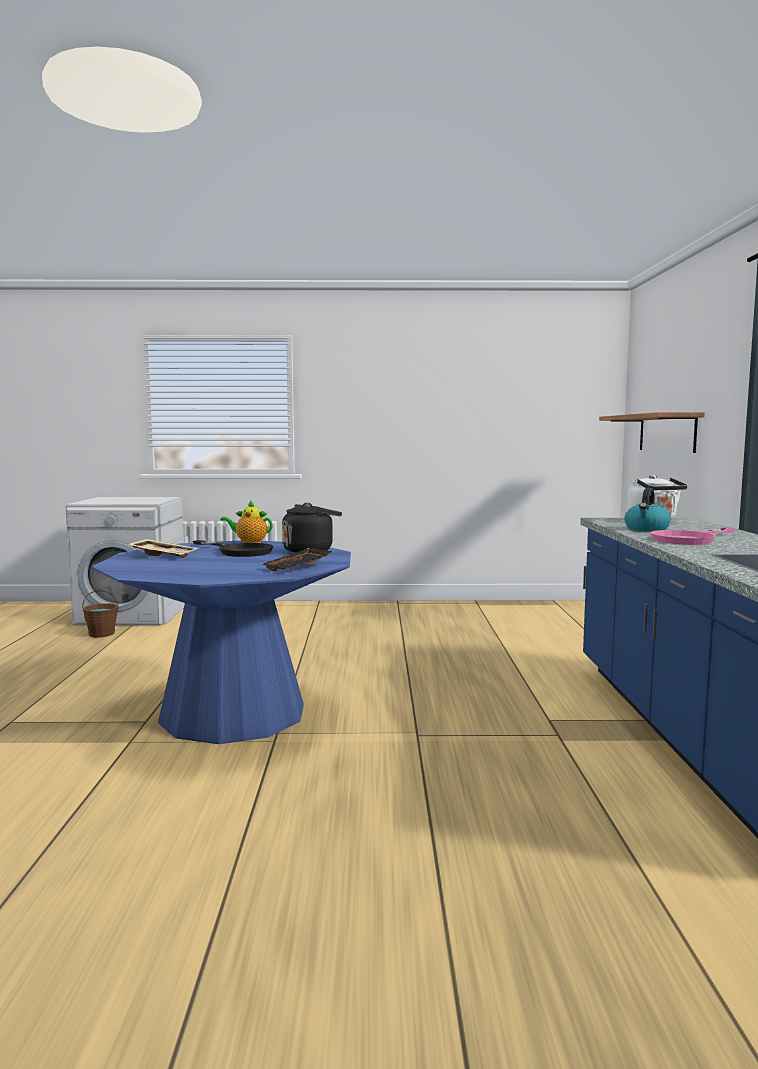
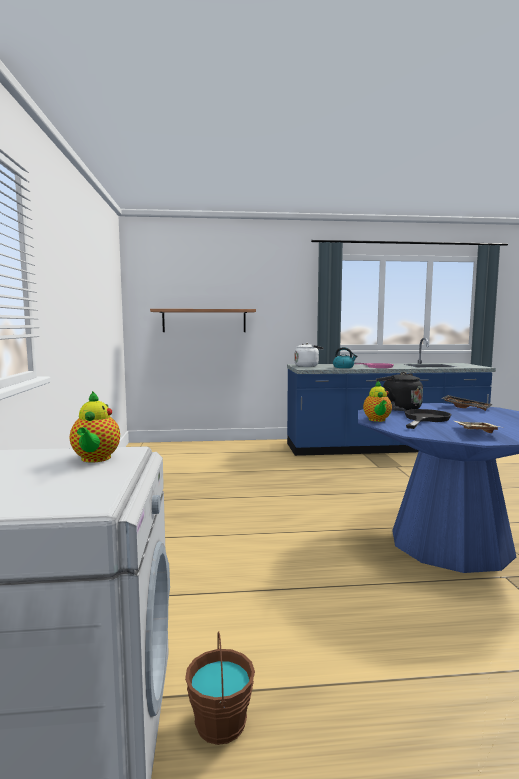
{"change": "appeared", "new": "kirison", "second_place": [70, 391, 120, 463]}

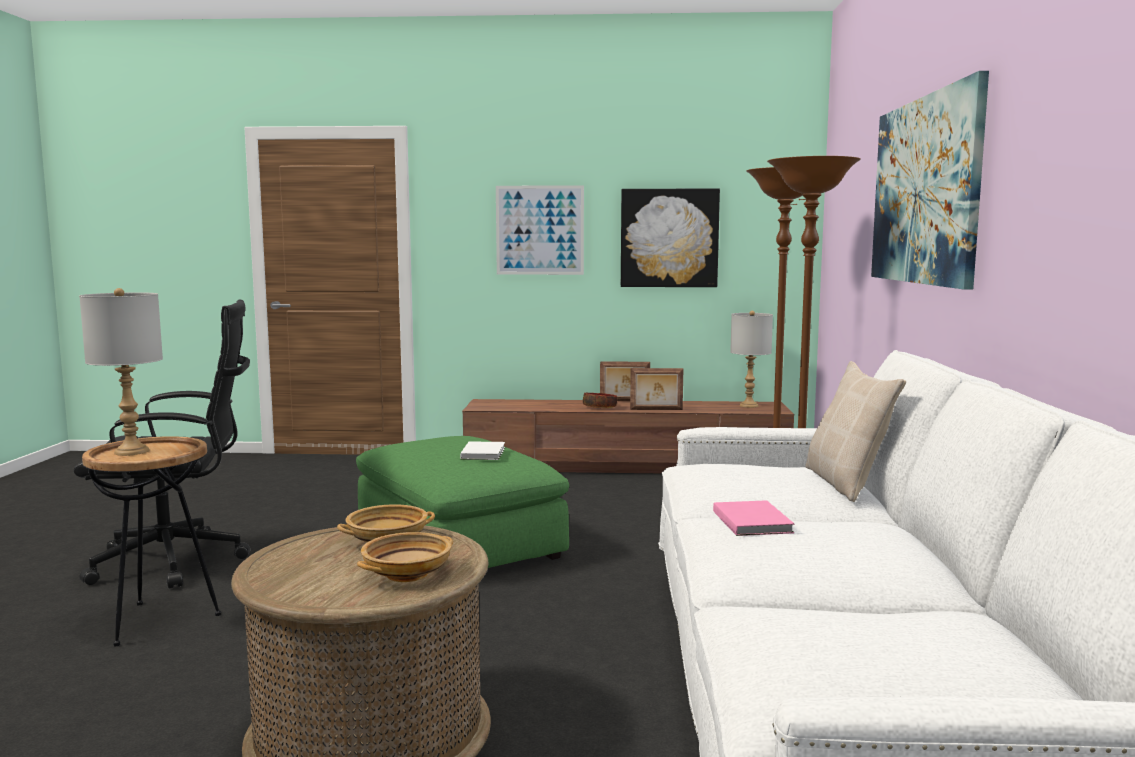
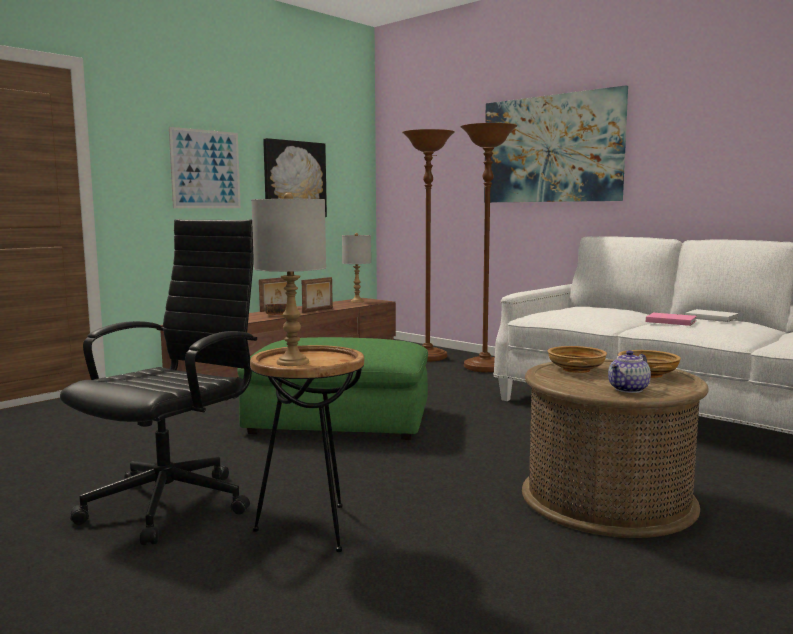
{"change": "relocated", "old": "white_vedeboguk", "first_place": [460, 441, 505, 460], "second_place": [685, 309, 738, 322]}
{"change": "missing", "old": "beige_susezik", "first_place": [805, 361, 906, 502]}
{"change": "appeared", "new": "kirison", "second_place": [608, 350, 651, 393]}

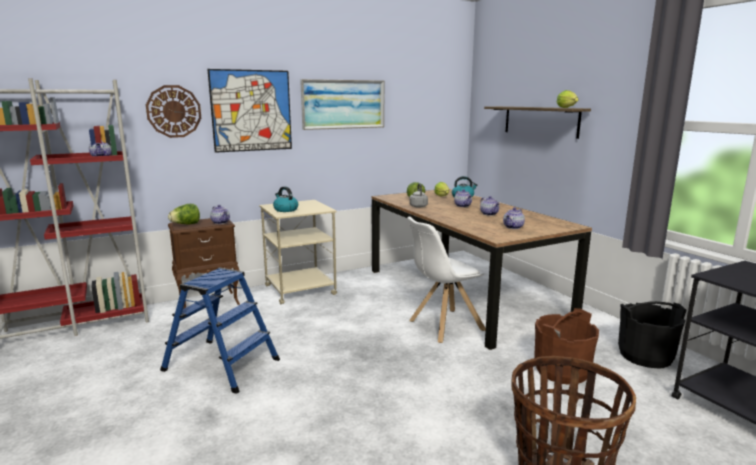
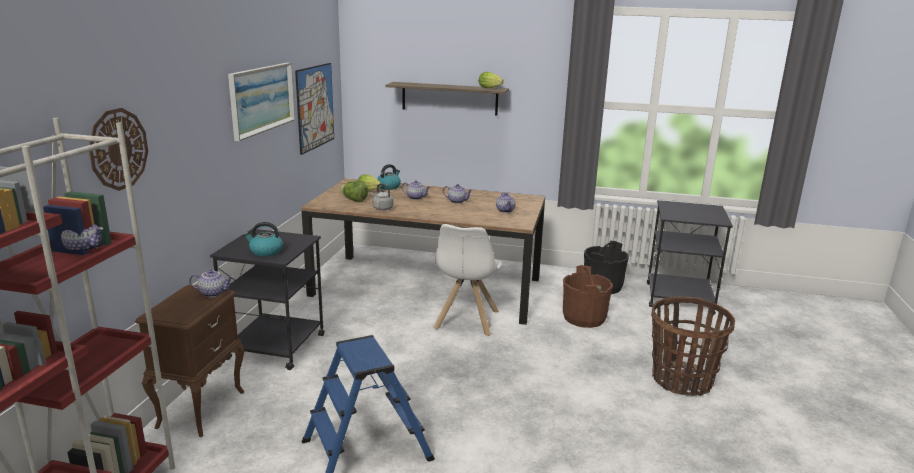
{"change": "missing", "old": "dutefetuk", "first_place": [168, 204, 200, 224]}
{"change": "relocated", "old": "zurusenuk", "first_place": [207, 69, 292, 153], "second_place": [295, 63, 334, 155]}
{"change": "colour", "old": "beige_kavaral", "new": "black_kavaral", "first_place": [259, 200, 337, 304], "second_place": [210, 229, 325, 370]}

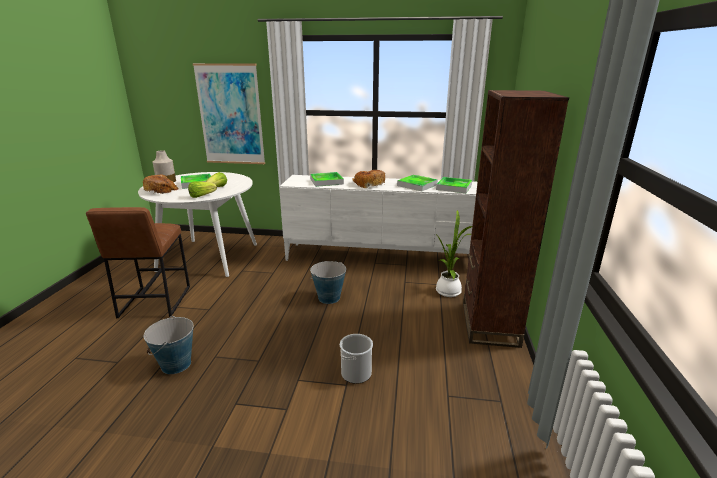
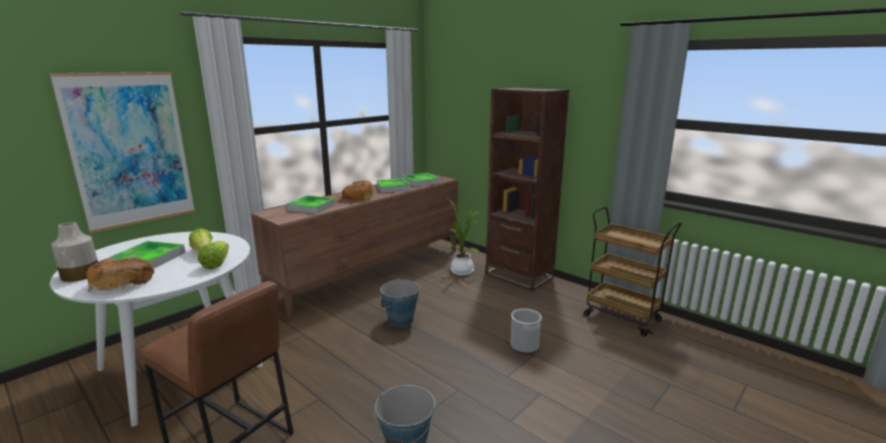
{"change": "colour", "old": "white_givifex", "new": "brown_givifex", "first_place": [279, 175, 478, 261], "second_place": [251, 174, 458, 320]}
{"change": "appeared", "new": "brown_kavaral", "second_place": [584, 207, 682, 337]}

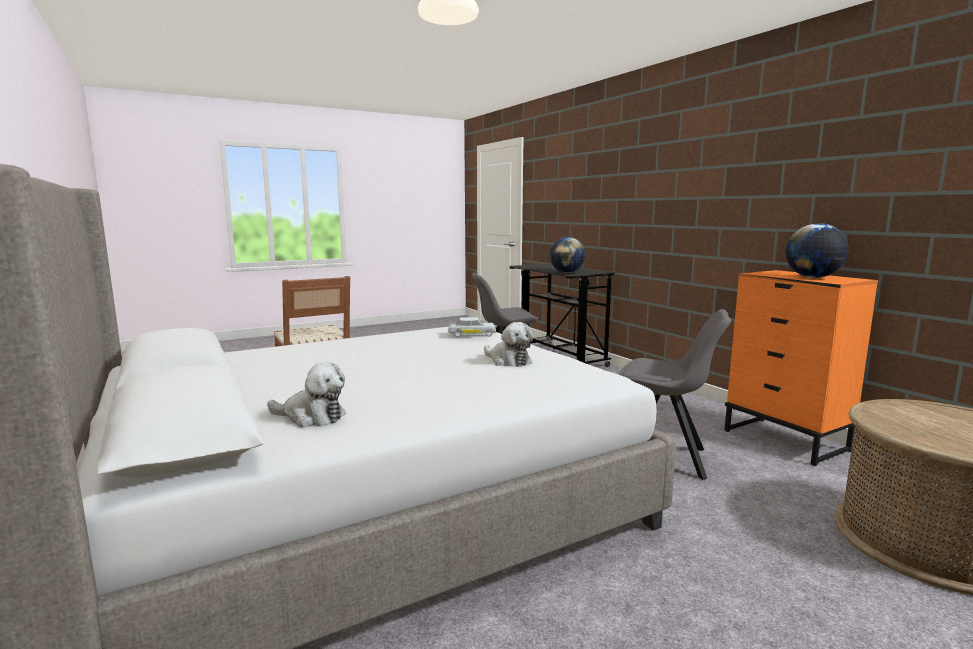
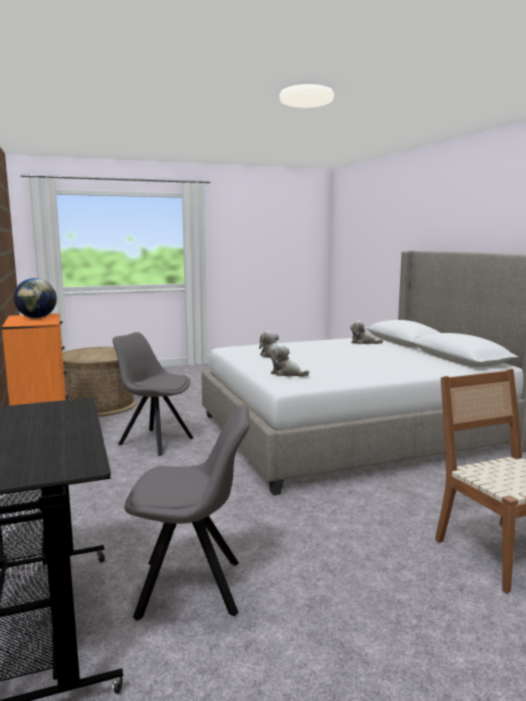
{"change": "exchanged", "old": "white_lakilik", "new": "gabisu", "first_place": [448, 317, 496, 337], "second_place": [270, 345, 309, 377]}
{"change": "missing", "old": "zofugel", "first_place": [550, 237, 585, 273]}

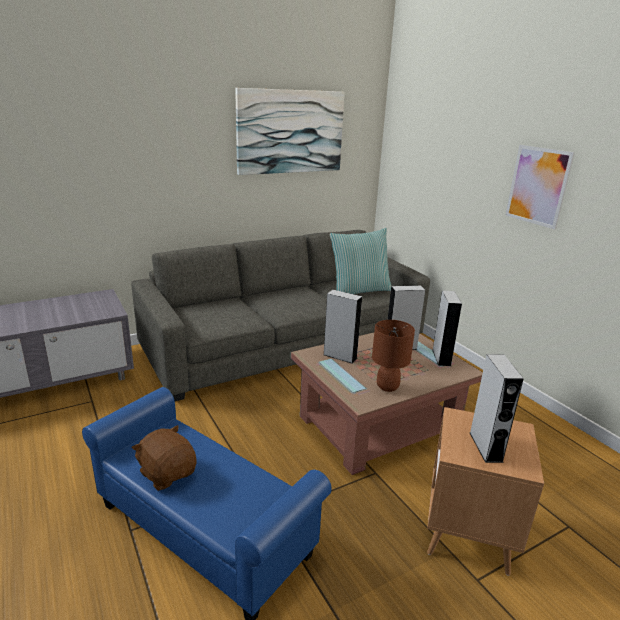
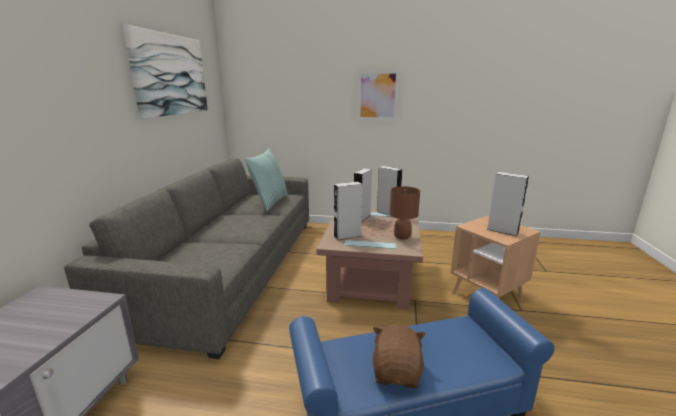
{"change": "spun", "old": "brown_gabisu", "first_place": [132, 425, 196, 491], "second_place": [373, 325, 425, 388], "degrees": 105}

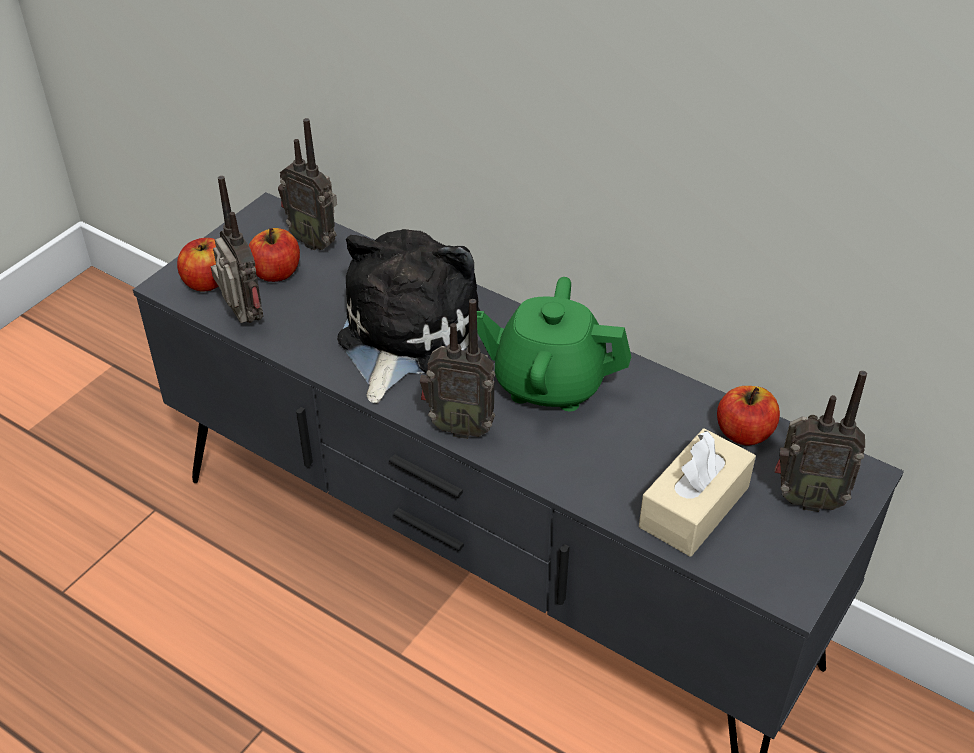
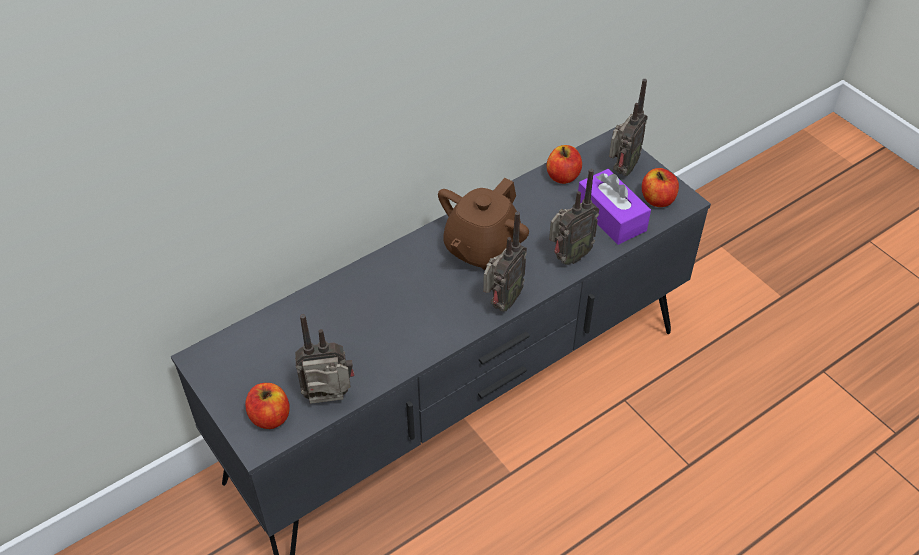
{"change": "relocated", "old": "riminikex", "first_place": [249, 228, 300, 282], "second_place": [642, 168, 679, 207]}
{"change": "relocated", "old": "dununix", "first_place": [278, 118, 337, 251], "second_place": [549, 169, 599, 265]}
{"change": "missing", "old": "gabisu", "first_place": [337, 229, 480, 403]}
{"change": "colour", "old": "green_kirison", "new": "brown_kirison", "first_place": [477, 277, 631, 411], "second_place": [438, 178, 529, 270]}
{"change": "colour", "old": "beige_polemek", "new": "purple_polemek", "first_place": [639, 428, 756, 556], "second_place": [578, 169, 651, 245]}

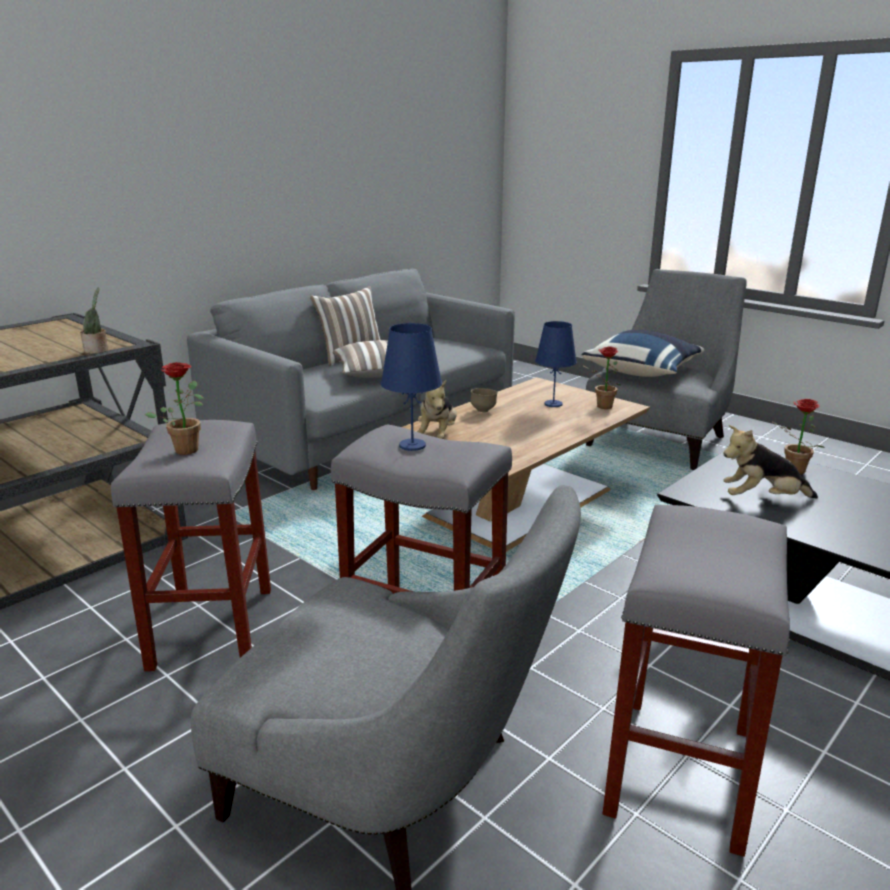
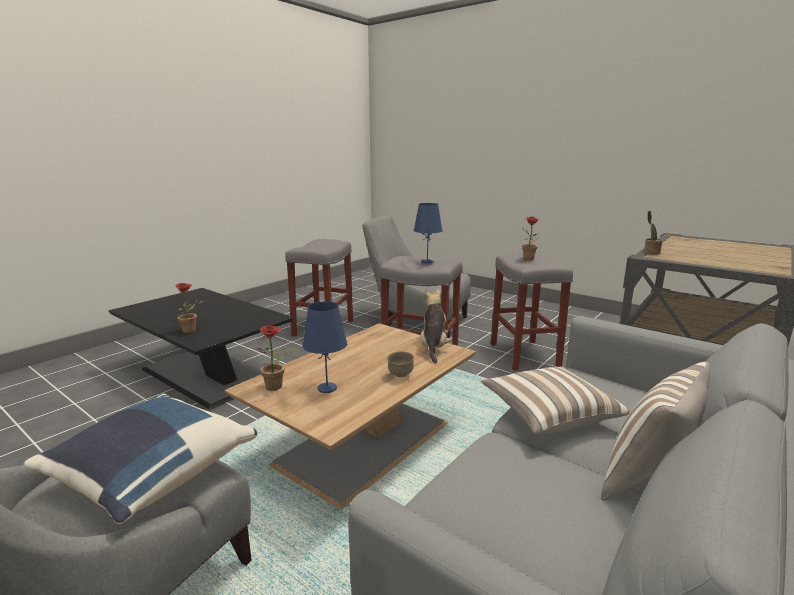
{"change": "missing", "old": "gabisu", "first_place": [723, 425, 818, 499]}

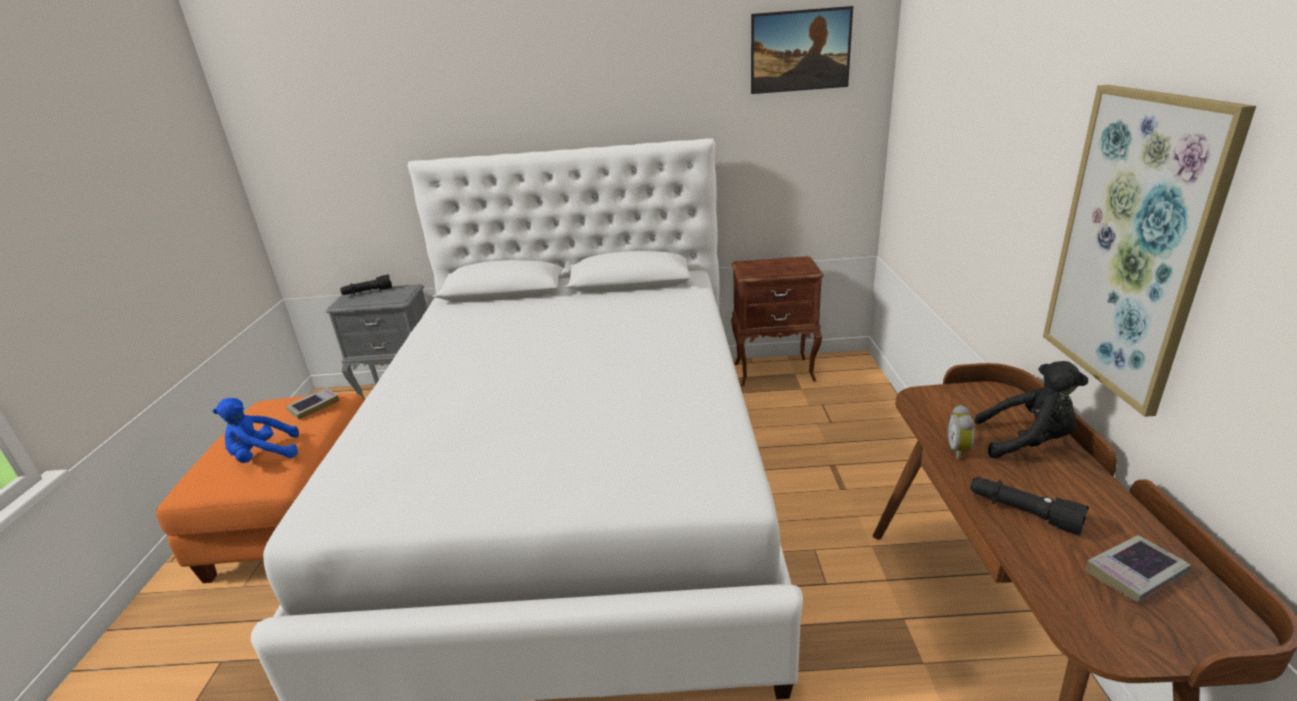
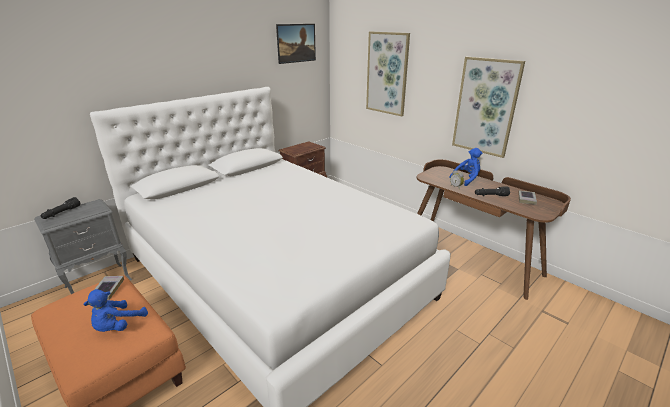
{"change": "colour", "old": "black_gabisu", "new": "blue_gabisu", "first_place": [974, 361, 1088, 459], "second_place": [449, 148, 482, 186]}
{"change": "appeared", "new": "zurusenuk", "second_place": [366, 32, 410, 116]}

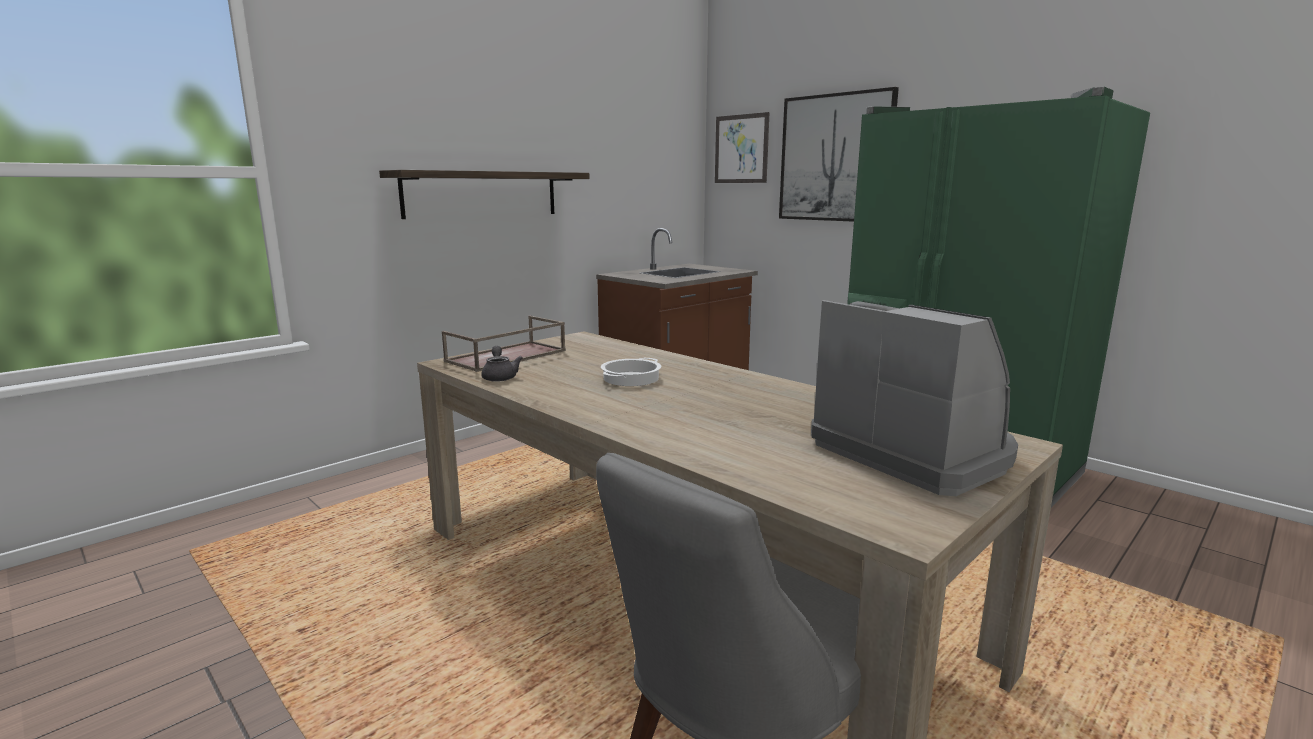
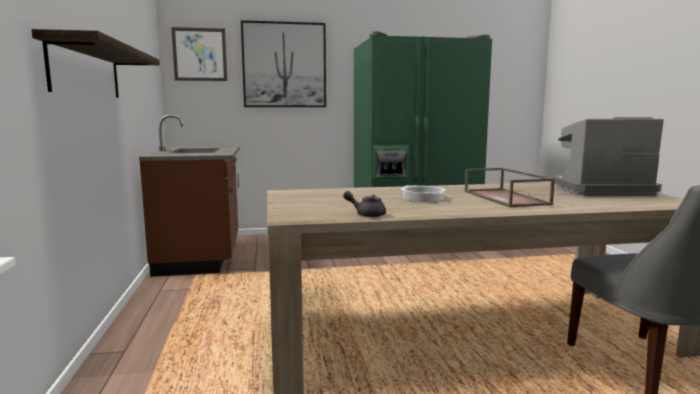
{"change": "relocated", "old": "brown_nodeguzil", "first_place": [442, 316, 566, 372], "second_place": [465, 168, 555, 208]}

